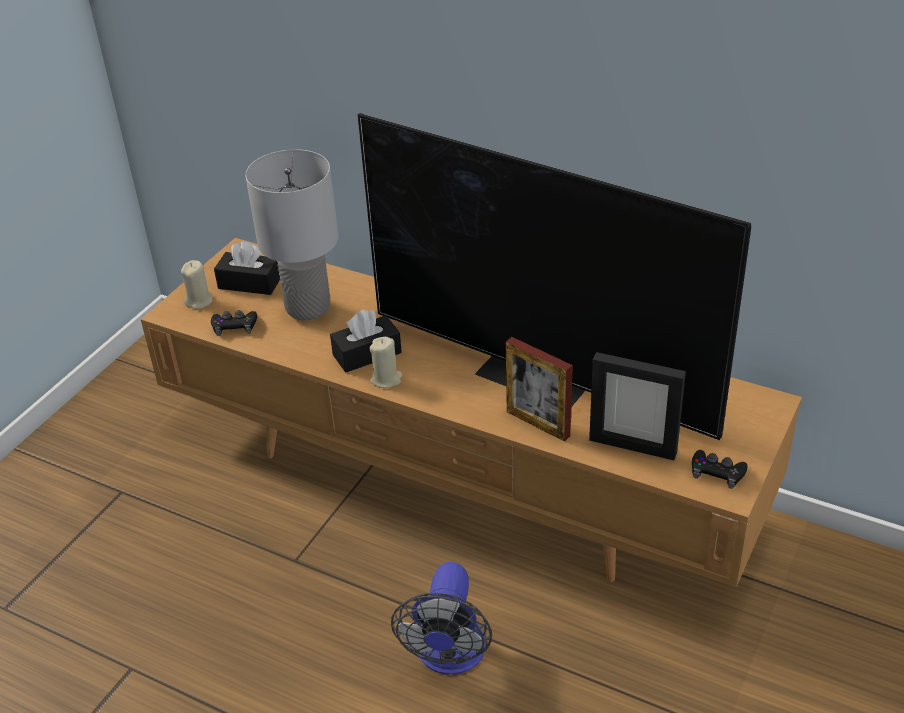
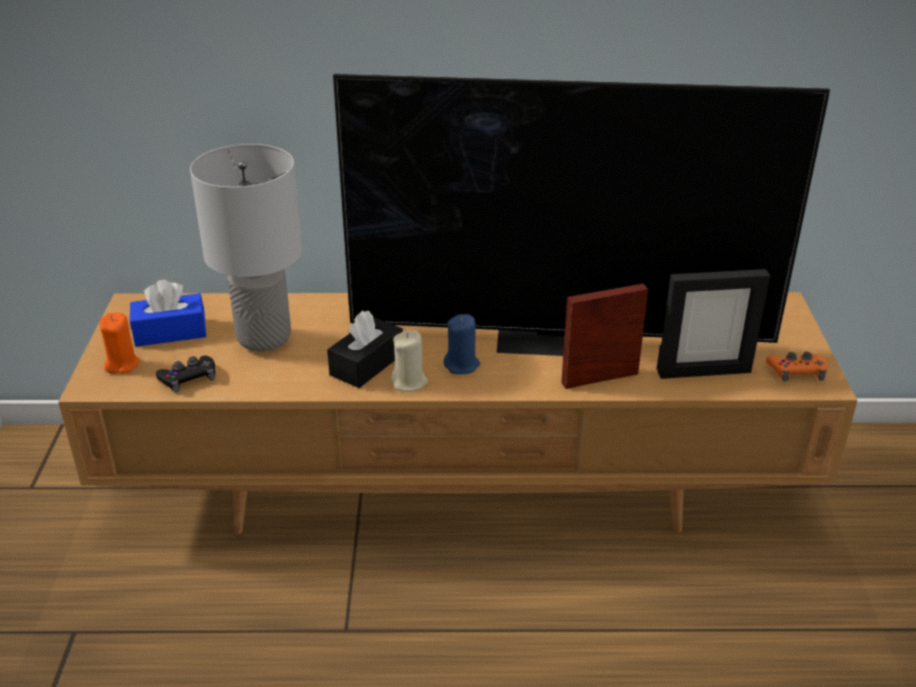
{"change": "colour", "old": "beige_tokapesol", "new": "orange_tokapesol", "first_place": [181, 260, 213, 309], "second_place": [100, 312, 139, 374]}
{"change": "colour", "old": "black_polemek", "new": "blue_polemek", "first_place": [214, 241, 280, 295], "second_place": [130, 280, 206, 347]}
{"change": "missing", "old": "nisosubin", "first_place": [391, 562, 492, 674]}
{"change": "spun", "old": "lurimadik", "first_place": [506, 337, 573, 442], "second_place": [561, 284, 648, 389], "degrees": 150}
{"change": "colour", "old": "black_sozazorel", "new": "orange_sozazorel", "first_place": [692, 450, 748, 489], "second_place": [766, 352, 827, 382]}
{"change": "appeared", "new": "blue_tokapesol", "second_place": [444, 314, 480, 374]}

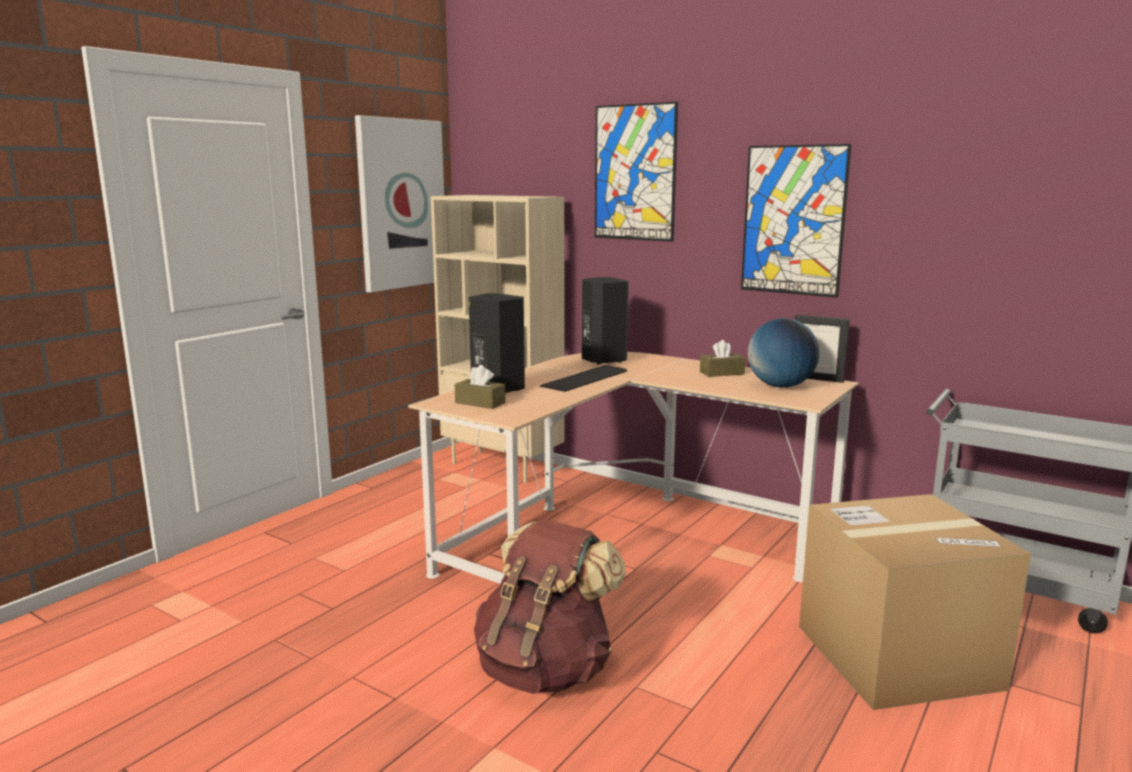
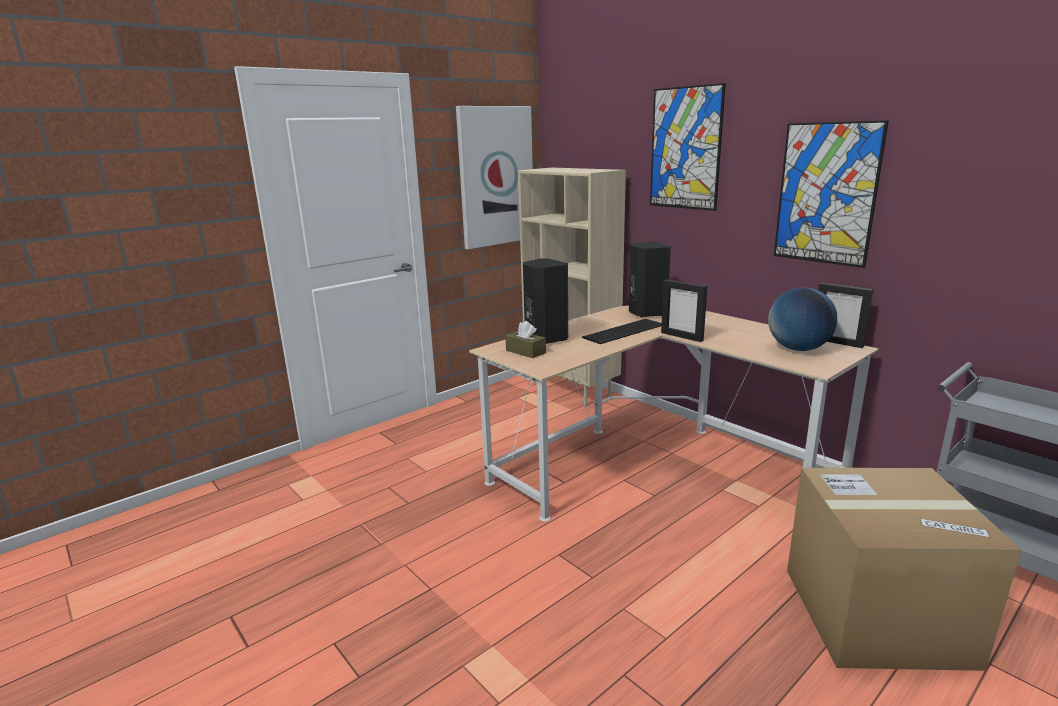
{"change": "missing", "old": "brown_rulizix", "first_place": [474, 519, 626, 694]}
{"change": "missing", "old": "brown_polemek", "first_place": [700, 340, 745, 377]}
{"change": "appeared", "new": "lurimadik", "second_place": [661, 279, 707, 342]}

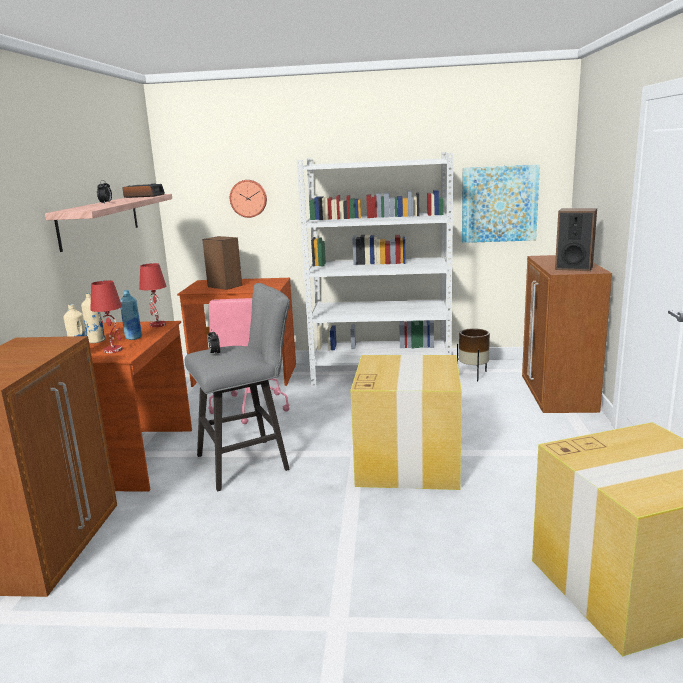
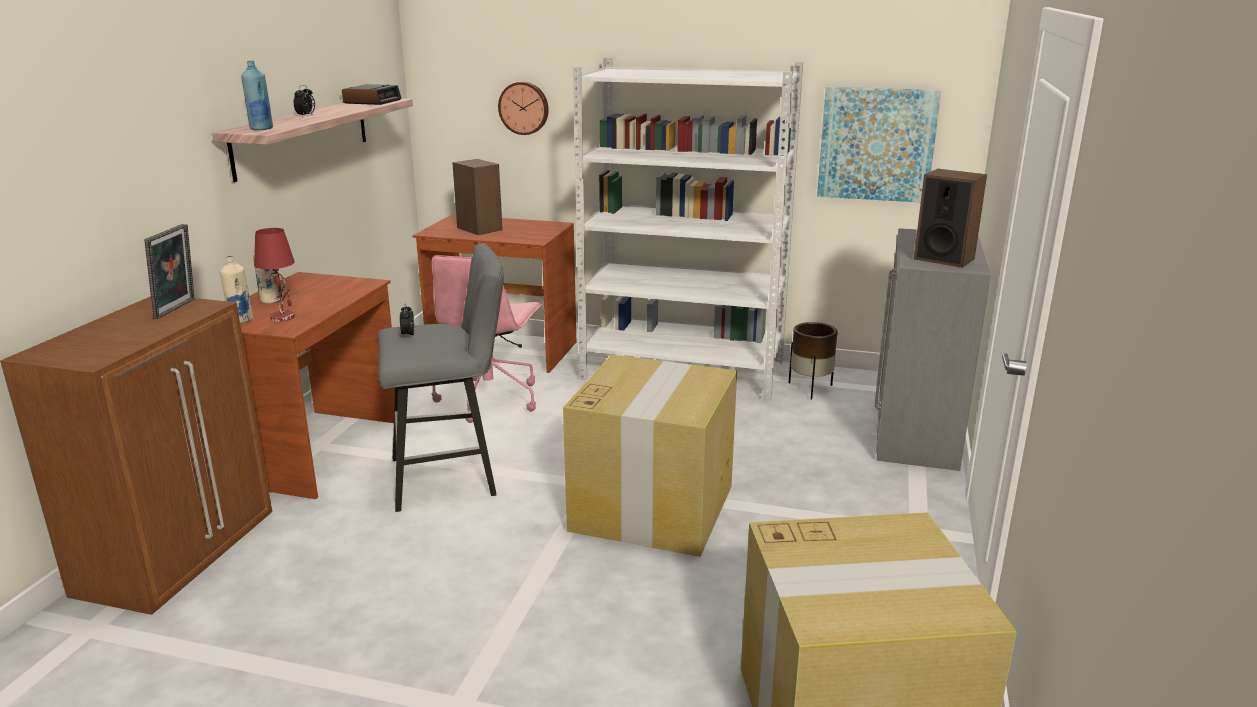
{"change": "relocated", "old": "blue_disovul", "first_place": [120, 290, 142, 340], "second_place": [241, 61, 273, 130]}
{"change": "missing", "old": "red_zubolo", "first_place": [139, 263, 166, 327]}
{"change": "colour", "old": "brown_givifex", "new": "grey_givifex", "first_place": [522, 255, 612, 413], "second_place": [875, 228, 991, 471]}
{"change": "appeared", "new": "lurimadik", "second_place": [144, 224, 195, 319]}

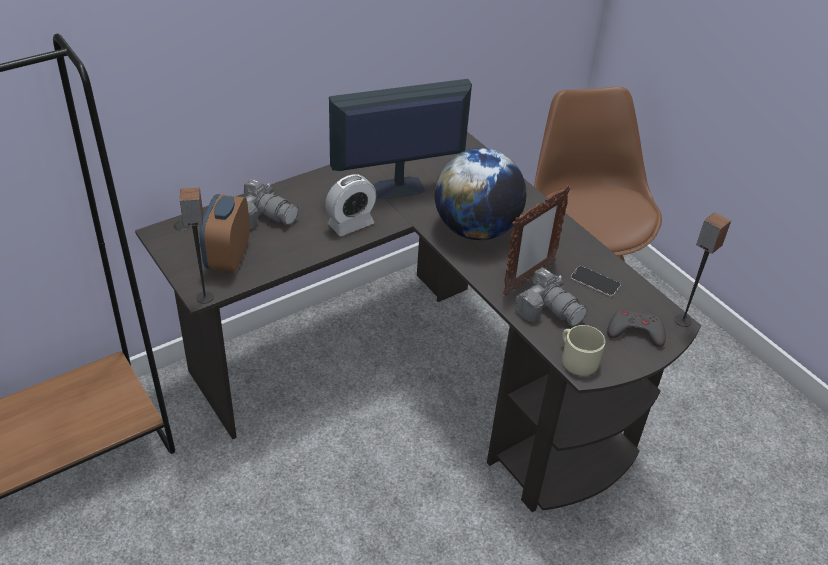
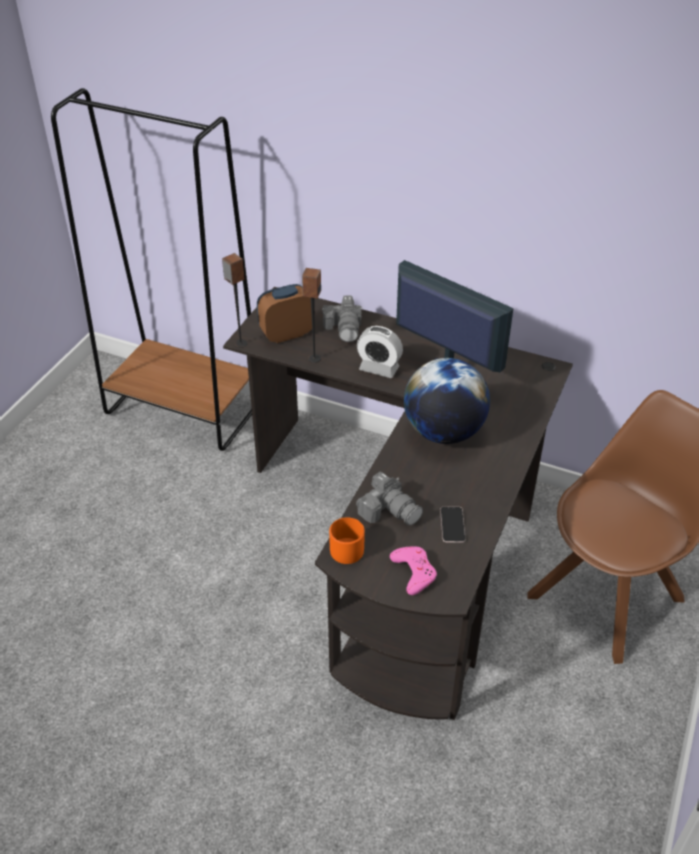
{"change": "missing", "old": "lurimadik", "first_place": [503, 185, 570, 296]}
{"change": "spun", "old": "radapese", "first_place": [515, 268, 587, 326], "second_place": [356, 471, 423, 526], "degrees": -60}
{"change": "colour", "old": "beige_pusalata", "new": "orange_pusalata", "first_place": [562, 325, 605, 375], "second_place": [329, 517, 365, 564]}
{"change": "colour", "old": "grey_sozazorel", "new": "pink_sozazorel", "first_place": [607, 309, 666, 347], "second_place": [390, 546, 437, 595]}
{"change": "relocated", "old": "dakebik", "first_place": [675, 212, 731, 327], "second_place": [302, 268, 321, 363]}

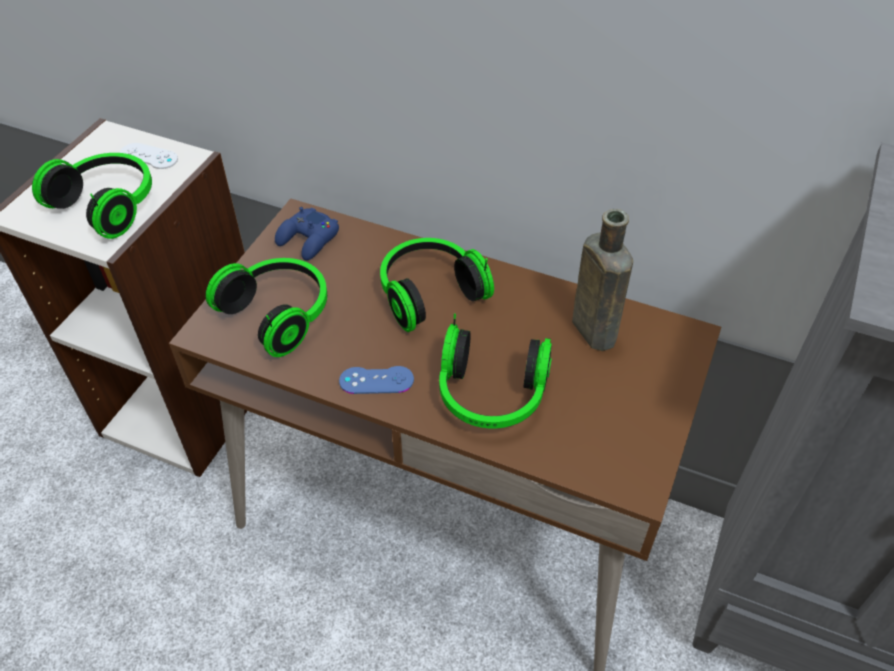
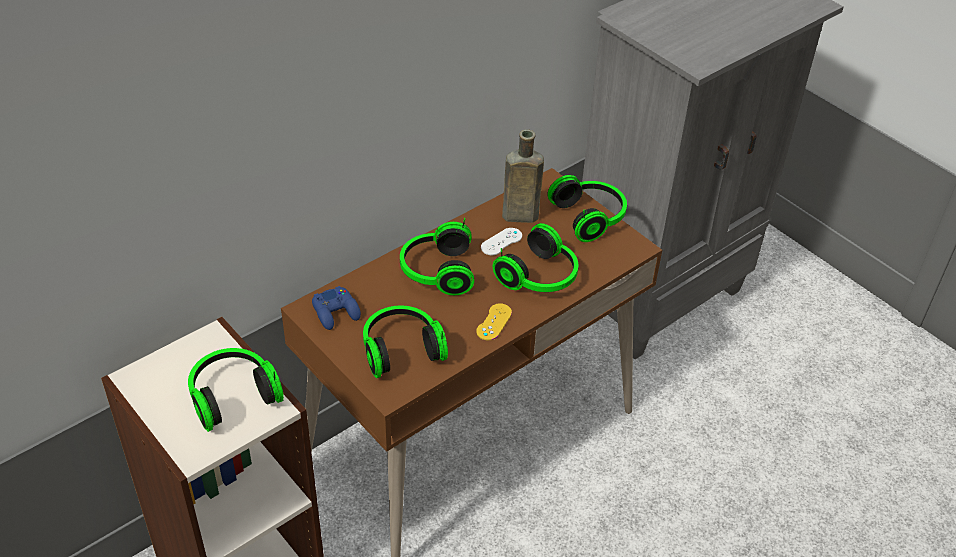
{"change": "relocated", "old": "white_sozazorel", "first_place": [120, 143, 178, 169], "second_place": [481, 228, 522, 255]}
{"change": "colour", "old": "blue_sozazorel", "new": "yellow_sozazorel", "first_place": [339, 366, 414, 394], "second_place": [476, 303, 512, 340]}
{"change": "appeared", "new": "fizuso", "second_place": [547, 175, 627, 242]}

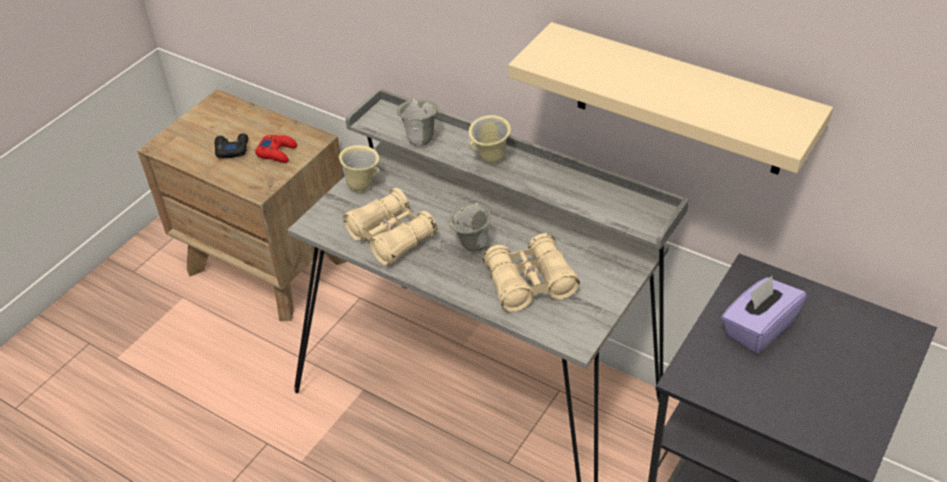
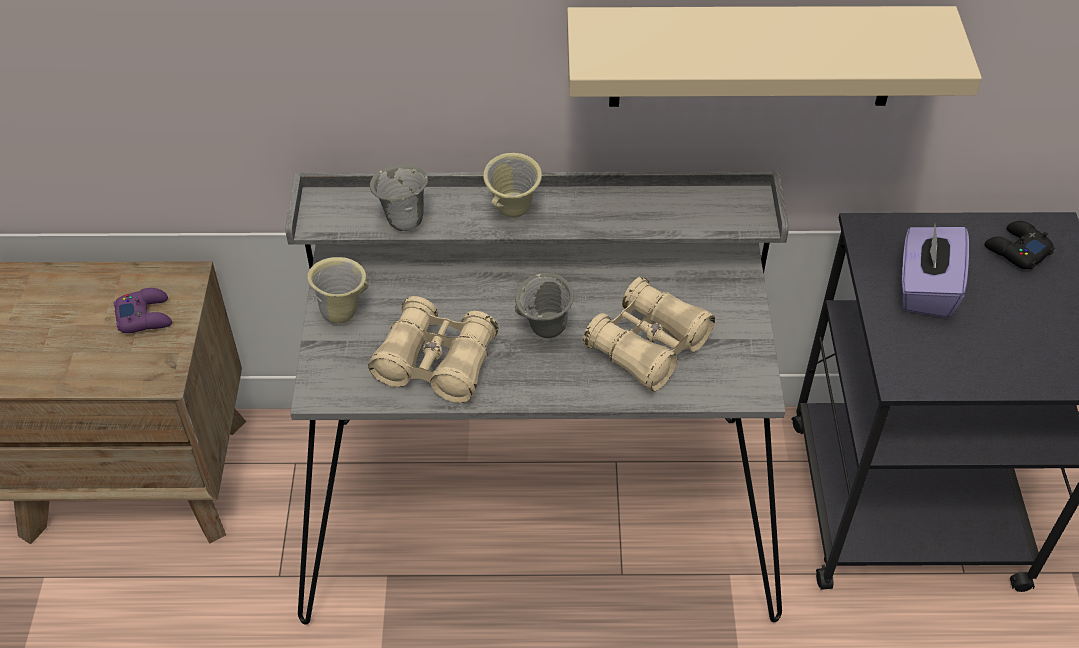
{"change": "relocated", "old": "black_sozazorel", "first_place": [214, 133, 248, 158], "second_place": [984, 221, 1055, 269]}
{"change": "colour", "old": "red_sozazorel", "new": "purple_sozazorel", "first_place": [255, 135, 297, 163], "second_place": [113, 288, 172, 333]}

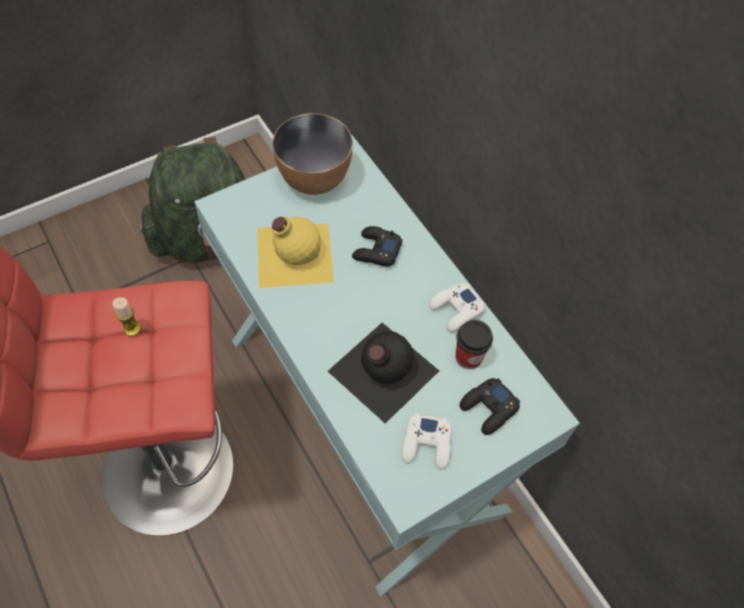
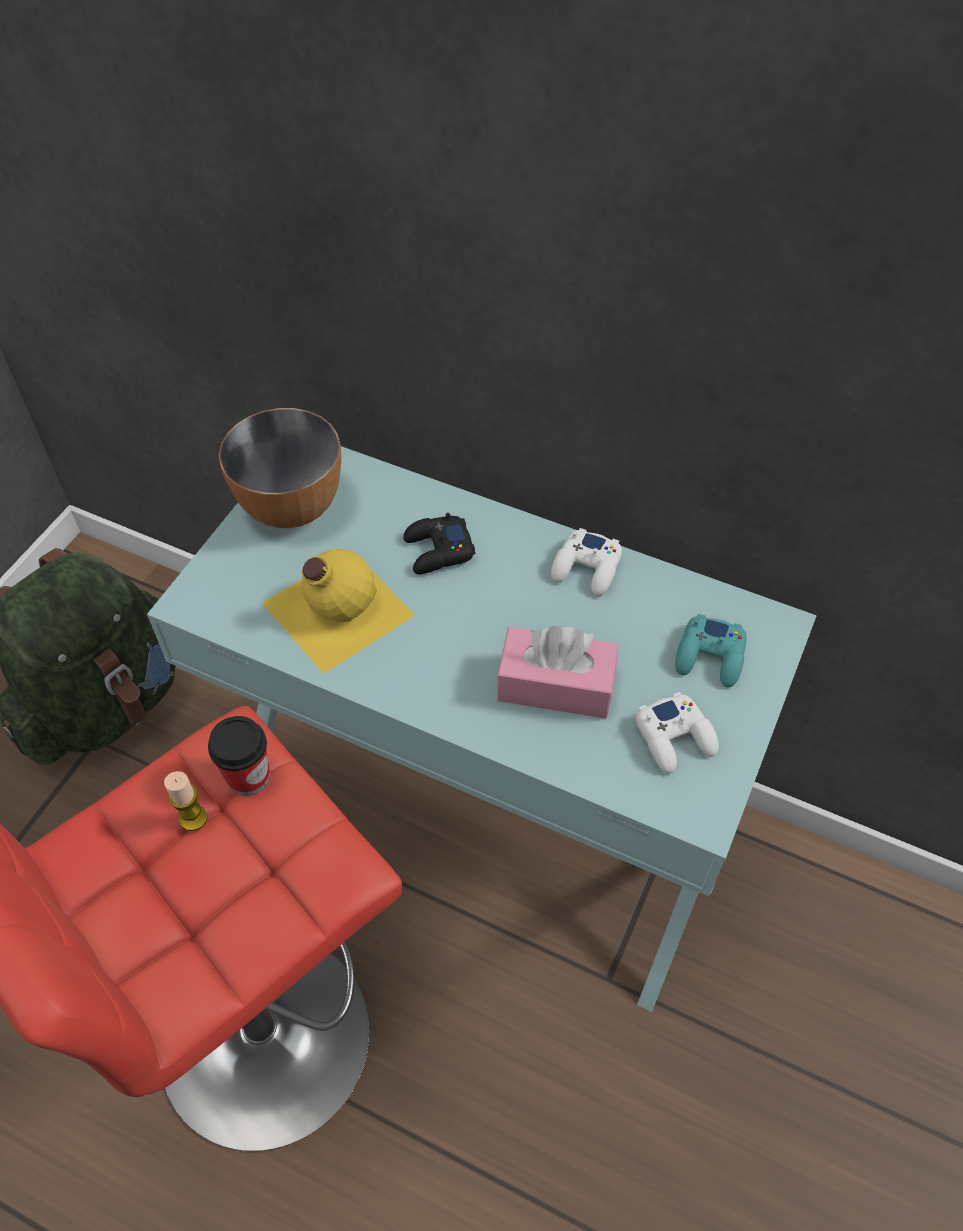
{"change": "exchanged", "old": "black_disovul", "new": "pink_polemek", "first_place": [328, 323, 439, 424], "second_place": [497, 626, 618, 719]}
{"change": "relocated", "old": "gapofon", "first_place": [456, 320, 493, 369], "second_place": [208, 716, 270, 796]}
{"change": "colour", "old": "black_sozazorel", "new": "turquoise_sozazorel", "first_place": [460, 378, 520, 435], "second_place": [675, 614, 747, 688]}

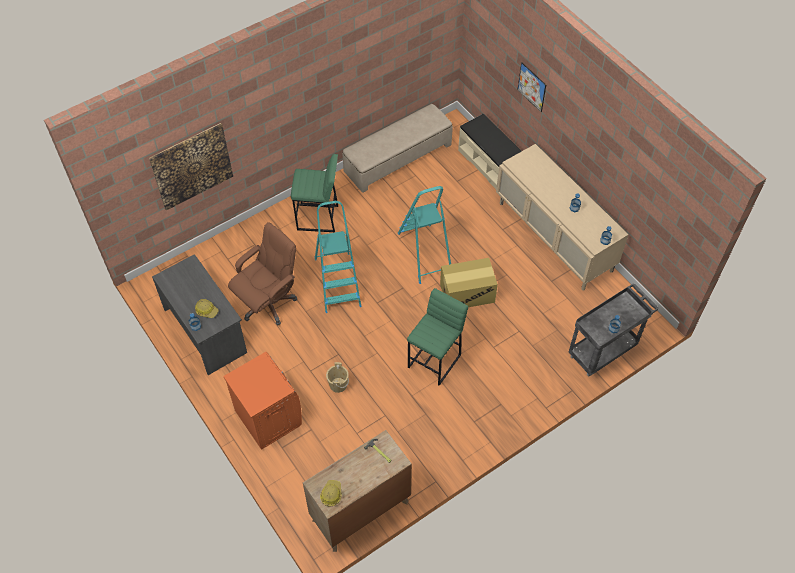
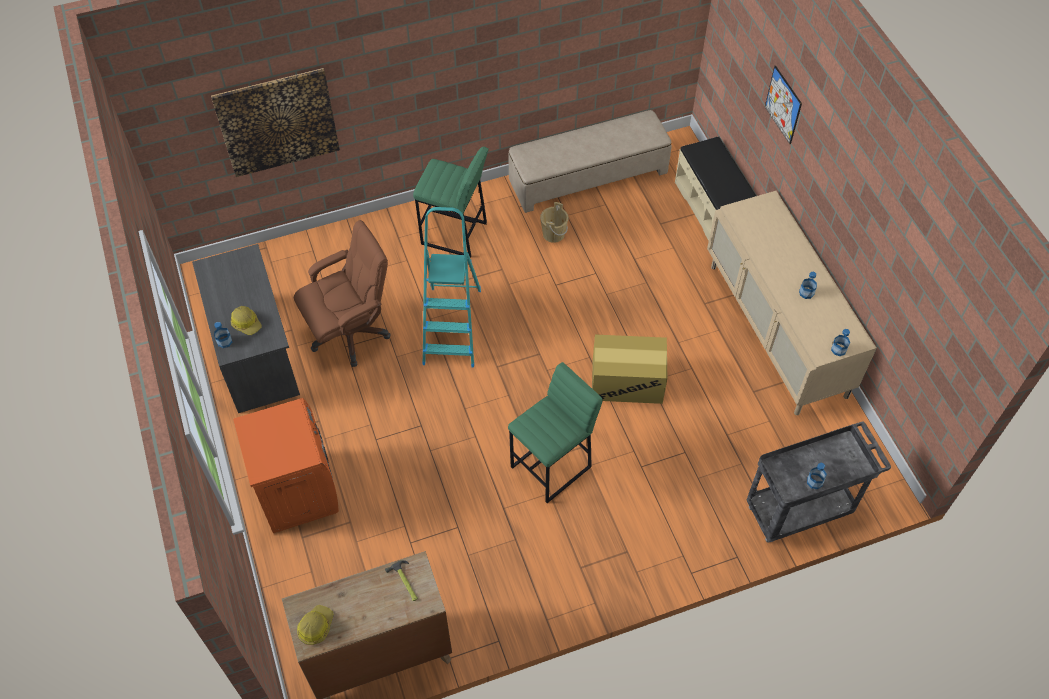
{"change": "relocated", "old": "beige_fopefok", "first_place": [326, 362, 349, 393], "second_place": [540, 202, 568, 243]}
{"change": "missing", "old": "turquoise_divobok", "first_place": [398, 186, 451, 284]}

